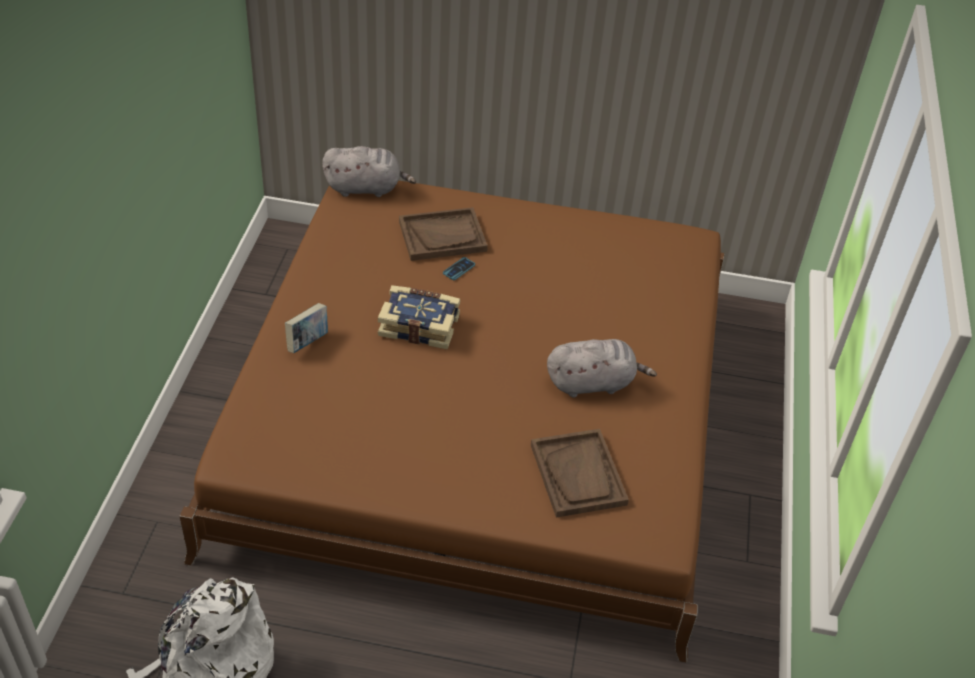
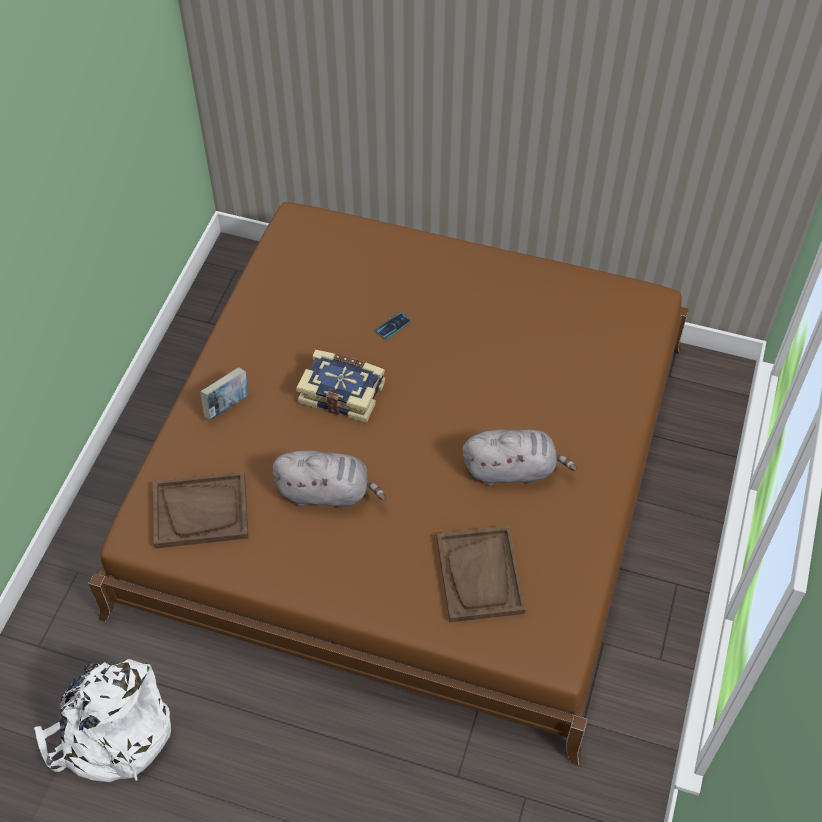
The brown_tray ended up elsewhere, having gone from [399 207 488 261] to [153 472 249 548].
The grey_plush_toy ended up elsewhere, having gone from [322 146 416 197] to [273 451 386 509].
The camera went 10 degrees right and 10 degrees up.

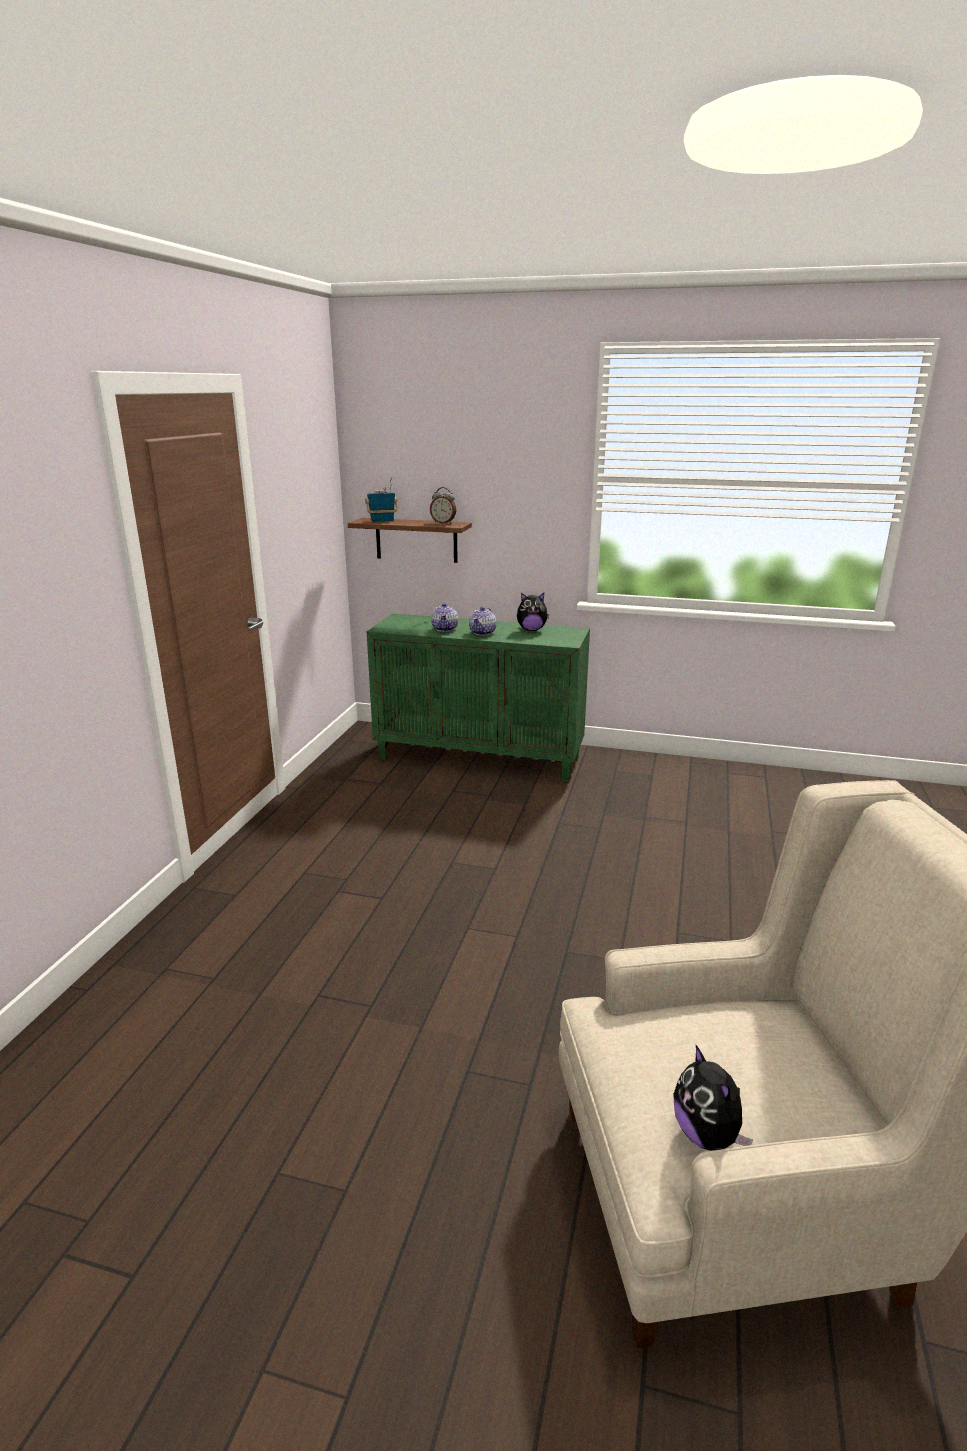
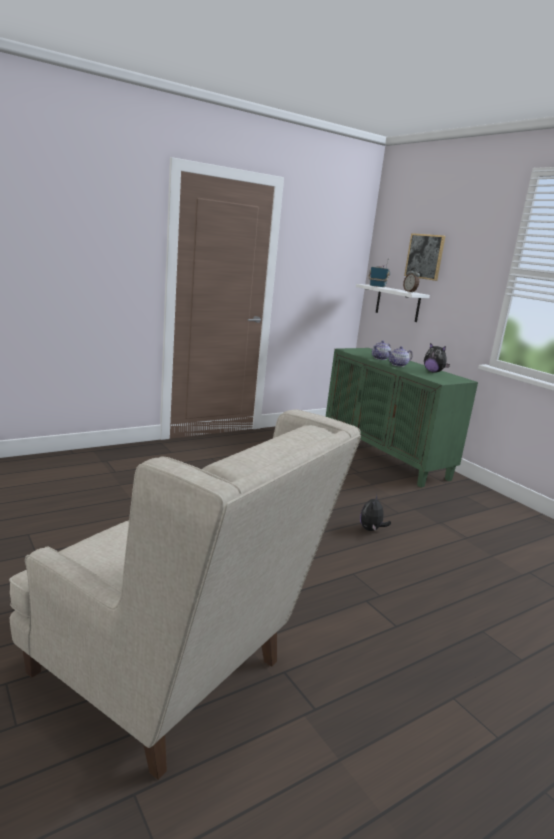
What was the brown_shelf at [348 518 472 563] turned into the white_shelf at [356 284 430 322].
The plush_toy ended up elsewhere, having gone from [673 1045 753 1150] to [360 494 391 531].
The second view gained the picture at [404 233 445 281].
The camera went 40 degrees right and 5 degrees down.

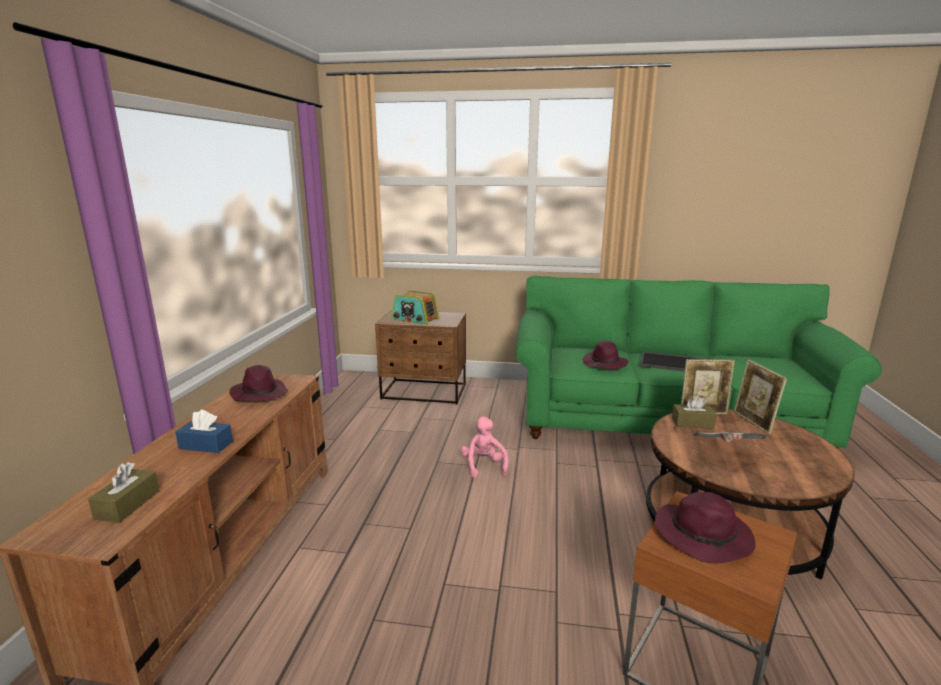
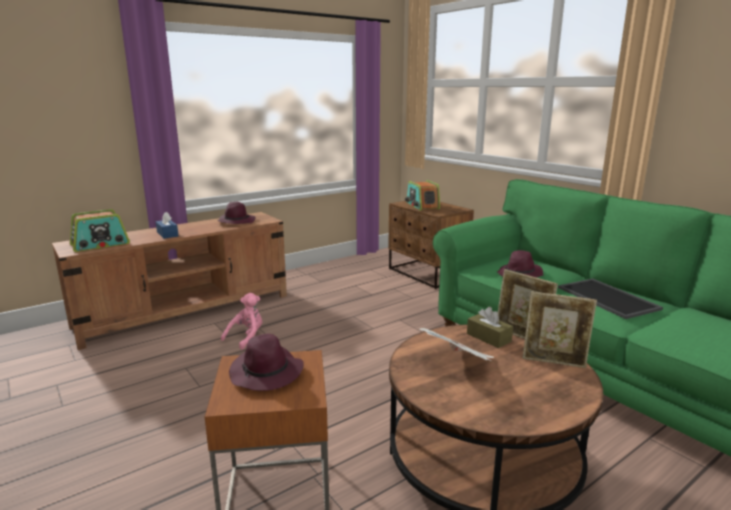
Where the brown_tissue_box stood at [88 462 160 523], the radio came to stand at [70 209 130 252].
The pink_plush_toy ended up elsewhere, having gone from [461 417 509 478] to [221 293 262 350].
The picture_frame at [734 359 787 434] ended up facing another way, 105 degrees counterclockwise from before.
The camera went 45 degrees right and 0 degrees up.

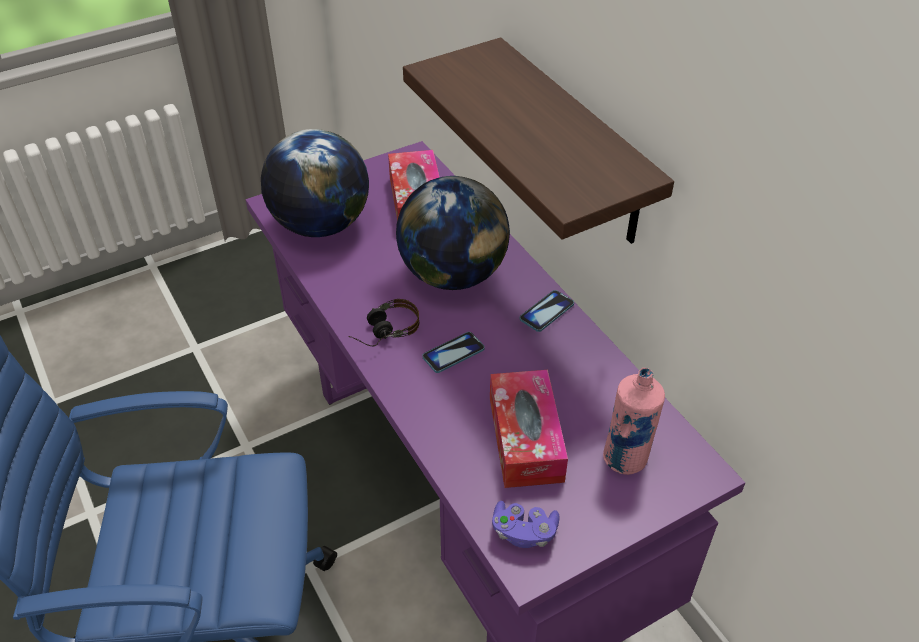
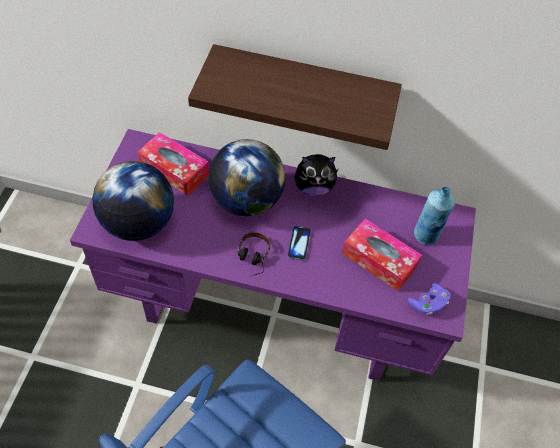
Where the phone stood at [520 290 574 332], the plush_toy came to stand at [295 154 339 196].
What was the pink_bottle at [603 368 665 475] turned into the blue_bottle at [414 187 455 245].
The camera went 50 degrees left and 10 degrees up.

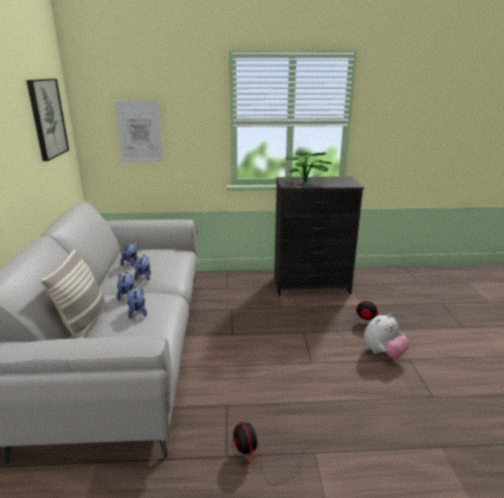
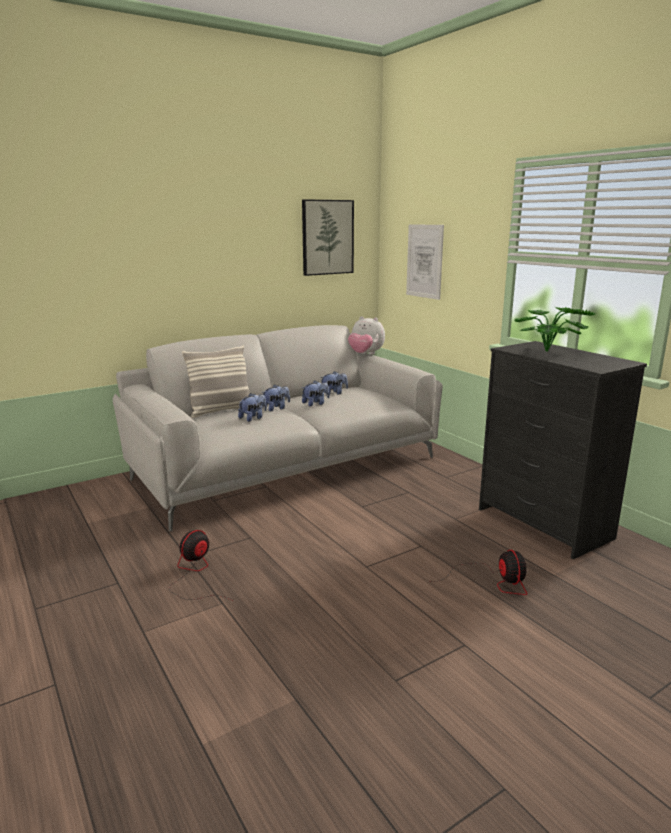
The plush_toy ended up elsewhere, having gone from [364 314 410 359] to [348 316 385 355].
The camera went 60 degrees right and 5 degrees down.

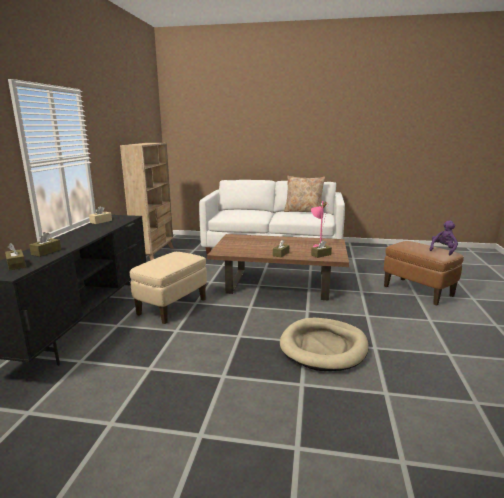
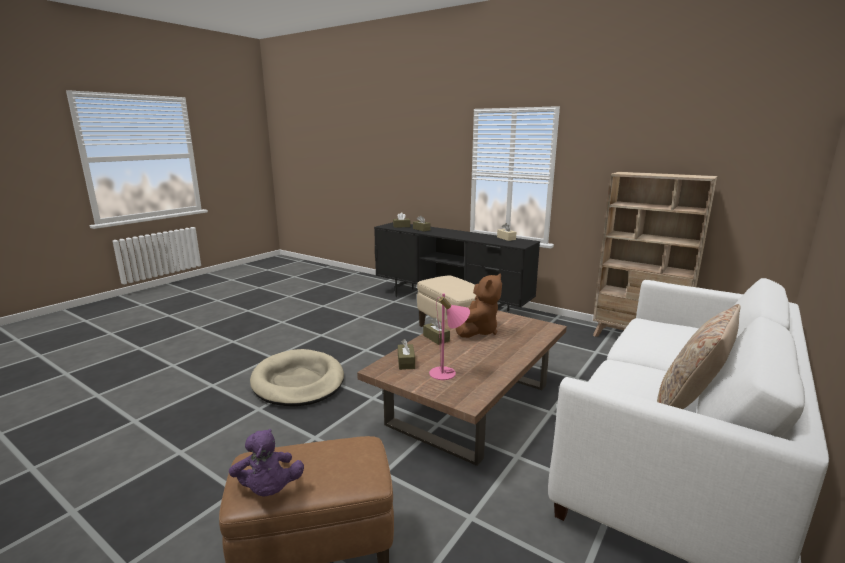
The second view gained the brown_plush_toy at [456 274 502 338].
The camera went 115 degrees right and 0 degrees up.

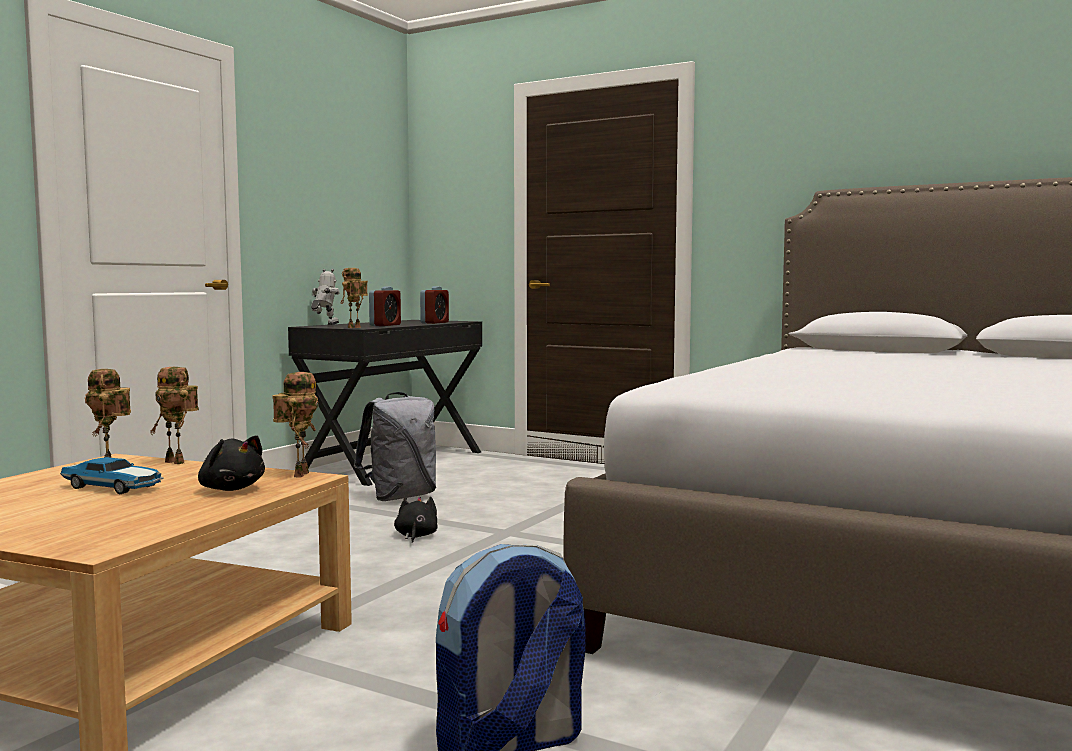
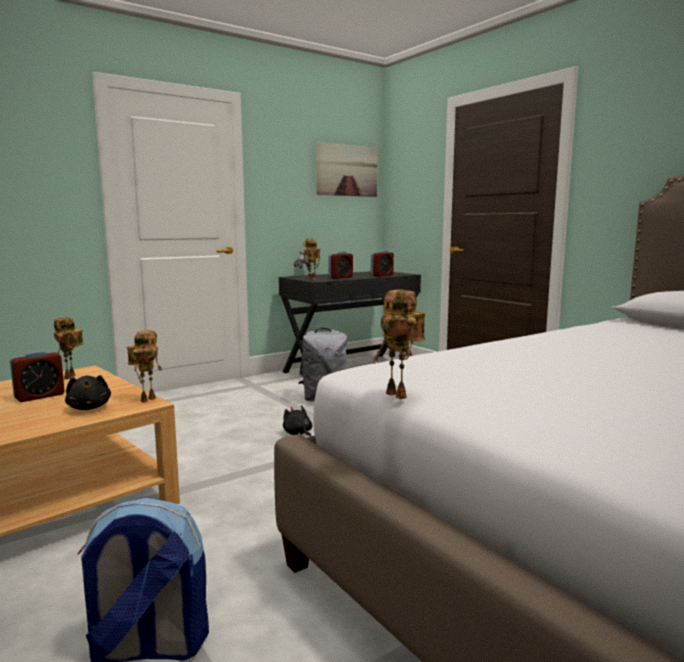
Where the toy_car stood at [60 457 163 494], the alarm_clock came to stand at [10 351 65 402].
The black_plush_toy at [394 497 438 543] ended up facing another way, 60 degrees counterclockwise from before.
The second view gained the picture at [316 142 378 197].
The toy_robot ended up elsewhere, having gone from [150 367 199 464] to [373 289 426 399].
The camera went 25 degrees right and 5 degrees up.

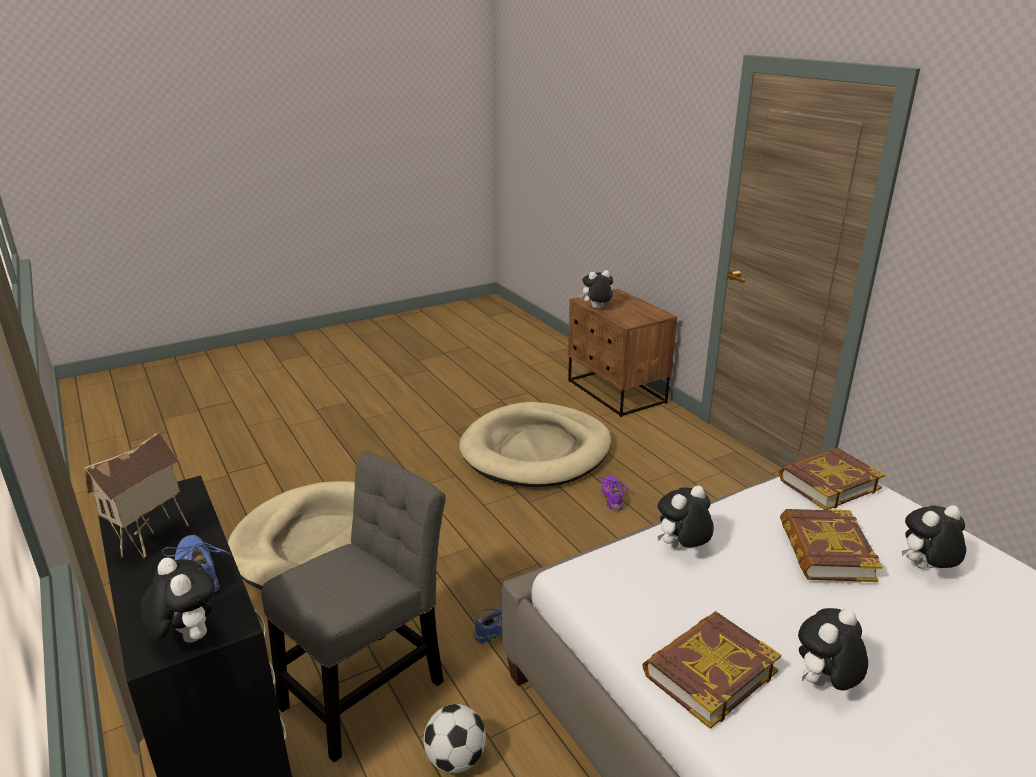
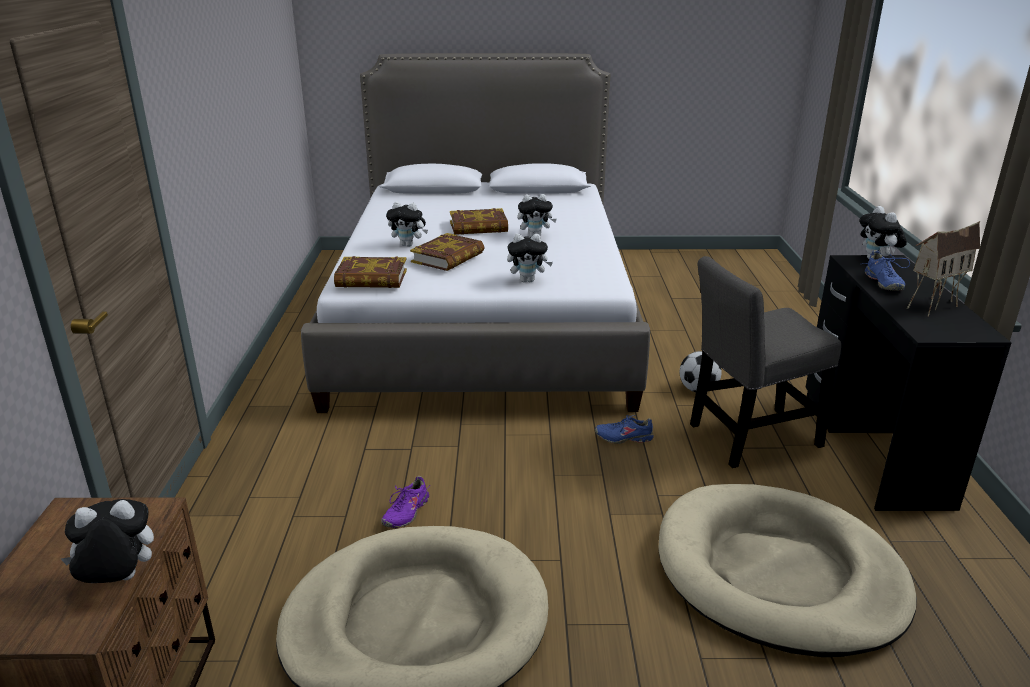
The plush_toy at [579 270 613 308] ended up facing another way, 150 degrees clockwise from before.
The book ended up elsewhere, having gone from [643 611 781 729] to [450 208 508 235].
The camera went 150 degrees left and 0 degrees up.

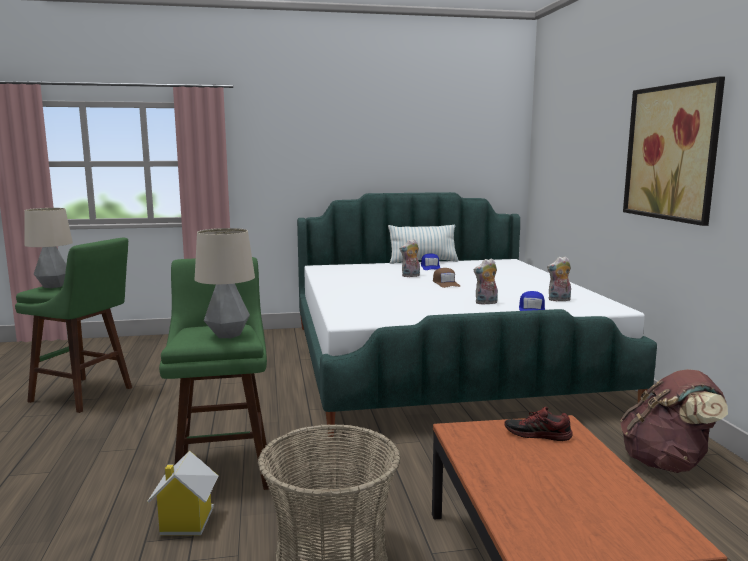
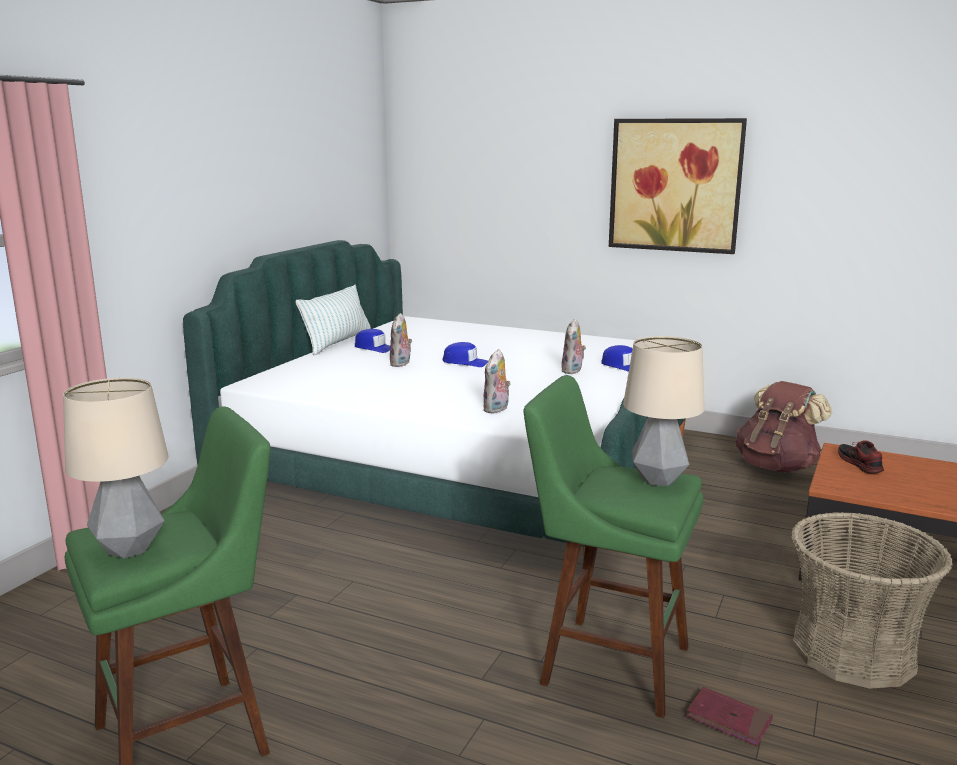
What was the brown_cap at [433 268 460 288] turned into the blue_cap at [442 342 488 367].
The plush_toy ended up elsewhere, having gone from [547 256 571 301] to [483 349 511 414].
Where the toy_house stood at [147 450 218 536], the red_book came to stand at [686 687 773 747].
The shoe at [504 407 573 441] ended up facing another way, 120 degrees clockwise from before.
The camera went 55 degrees left and 5 degrees up.

